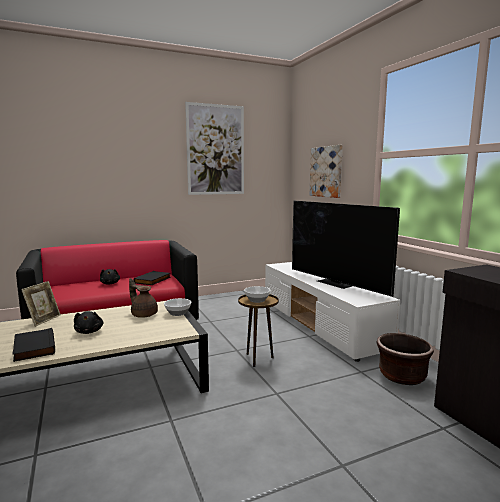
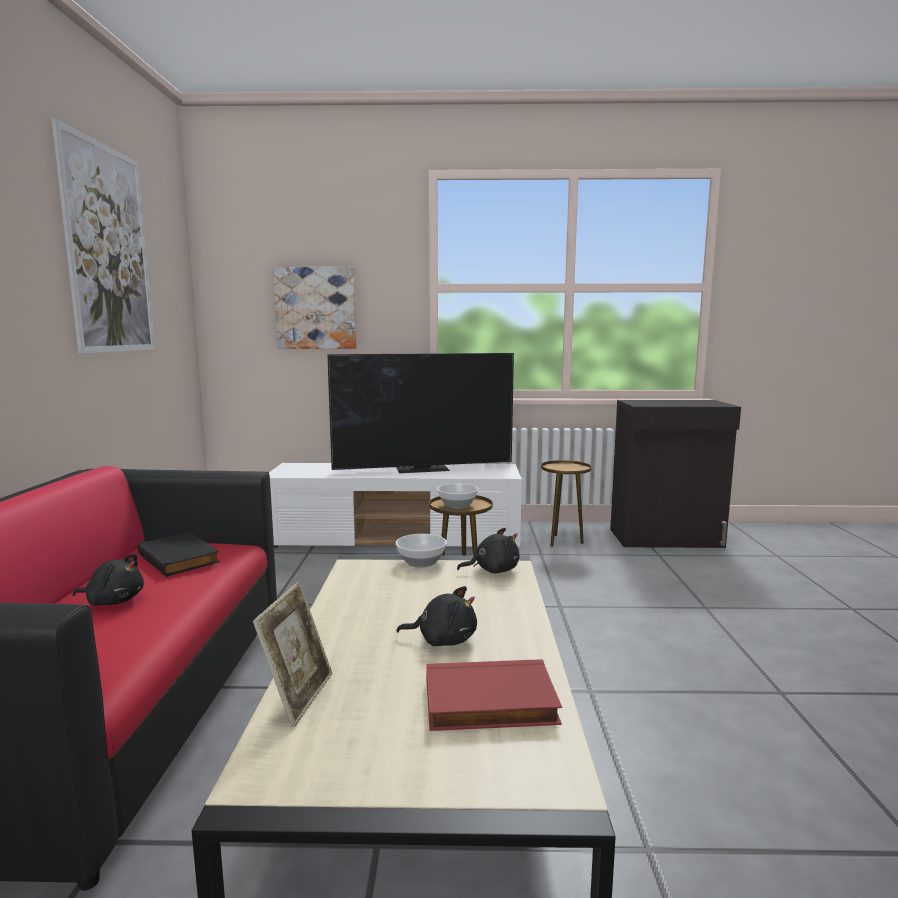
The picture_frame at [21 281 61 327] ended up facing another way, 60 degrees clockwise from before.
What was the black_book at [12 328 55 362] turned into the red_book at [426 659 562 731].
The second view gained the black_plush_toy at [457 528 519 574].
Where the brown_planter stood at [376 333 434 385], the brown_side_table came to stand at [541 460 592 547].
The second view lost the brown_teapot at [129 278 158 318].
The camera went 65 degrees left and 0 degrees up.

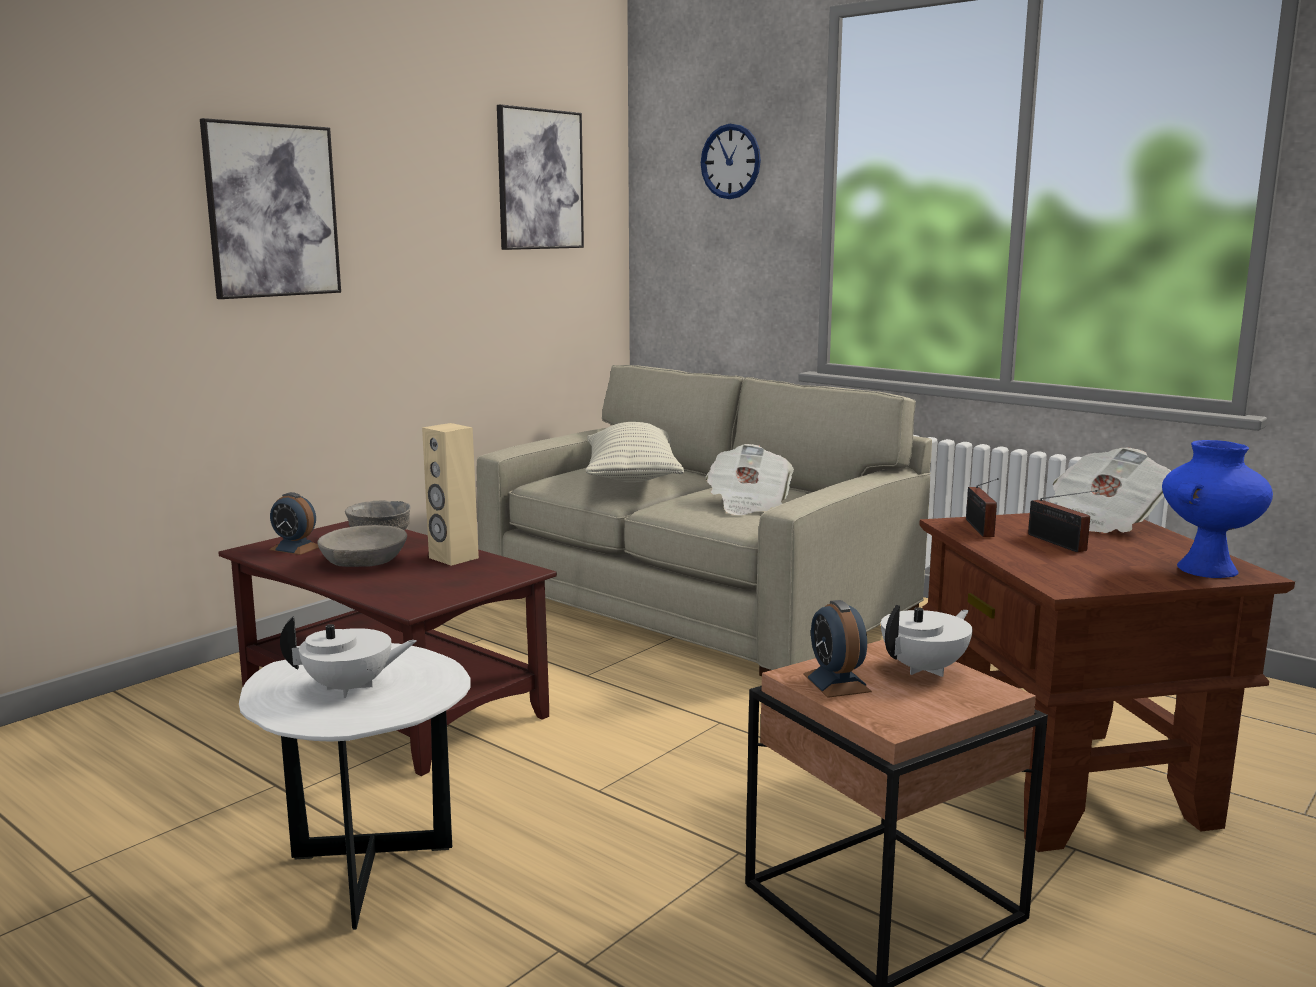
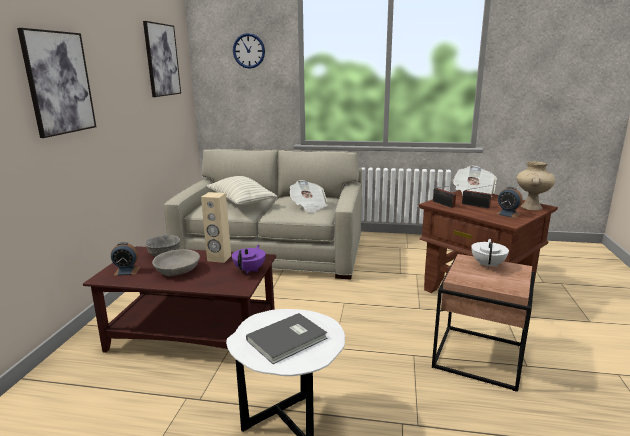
The second view gained the purple_teapot at [232 245 266 274].
Where the white_teapot stood at [280 616 417 698], the grey_book came to stand at [246 313 327 364].
The alarm_clock ended up elsewhere, having gone from [803 600 872 698] to [496 187 523 218].
What was the blue_vase at [1162 440 1273 578] turned into the beige_vase at [516 161 555 211].
The camera went 30 degrees left and 5 degrees up.

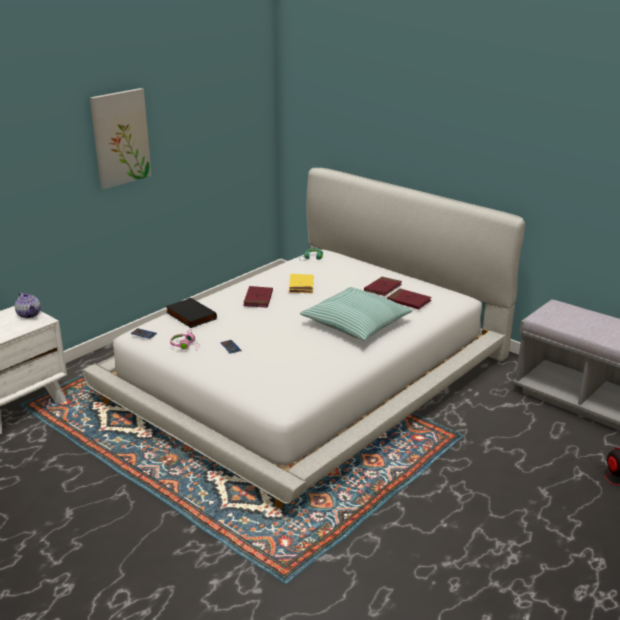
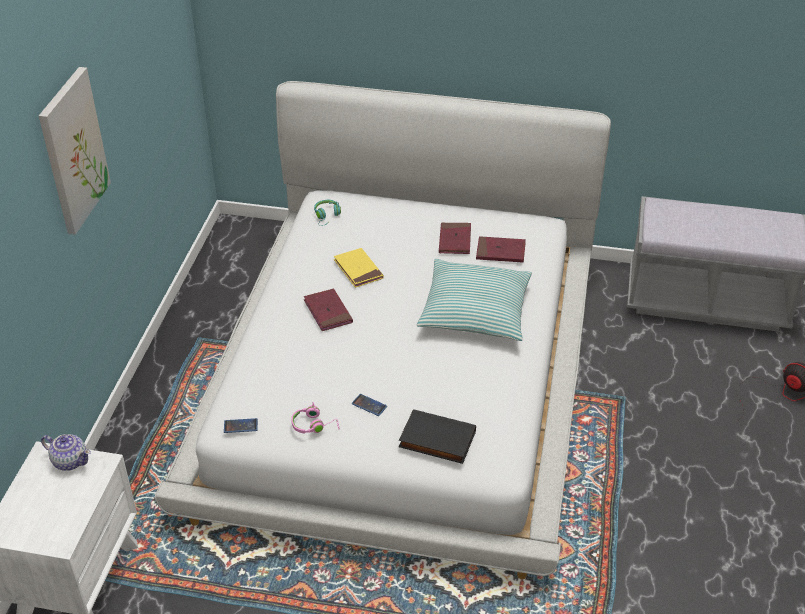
The black_book ended up elsewhere, having gone from [165 297 217 328] to [399 409 476 464].
The camera went 30 degrees left and 15 degrees up.

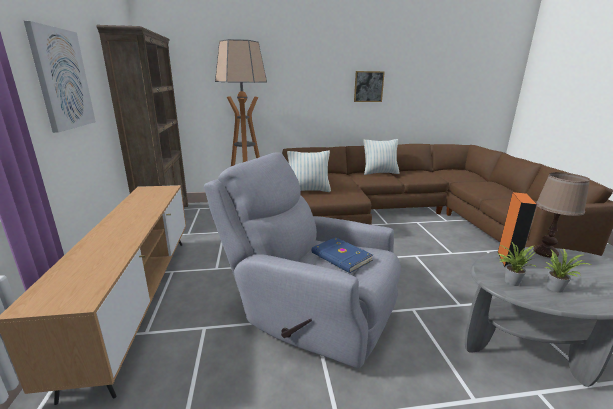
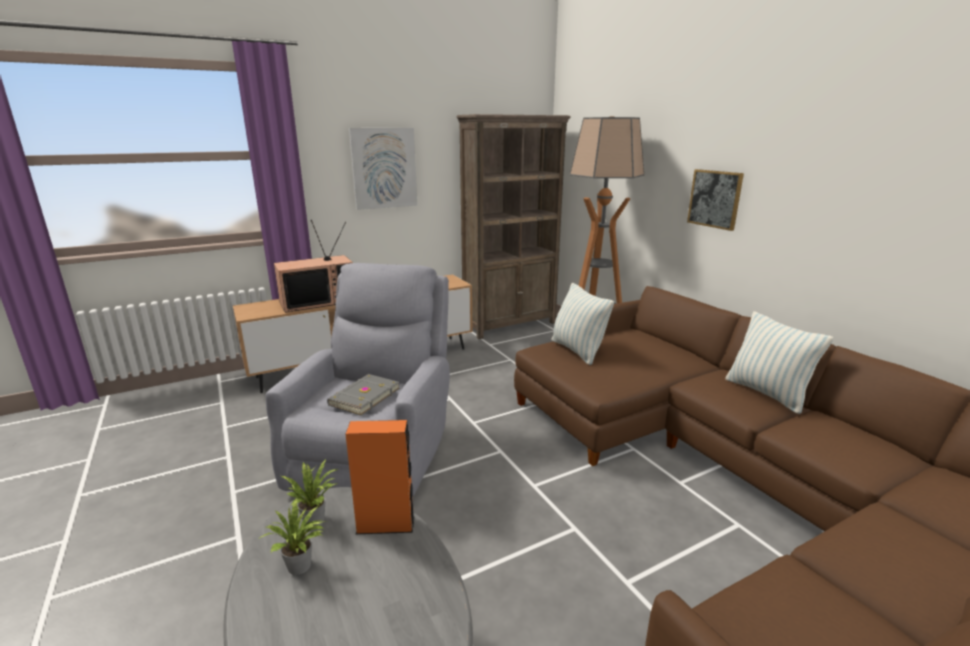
The second view gained the television at [274 220 353 313].
What was the blue_book at [311 237 373 273] turned into the grey_book at [327 374 400 416].
The picture ended up elsewhere, having gone from [354 71 385 102] to [687 169 744 231].
The second view lost the brown_table_lamp at [534 172 590 258].
The camera went 70 degrees right and 0 degrees up.

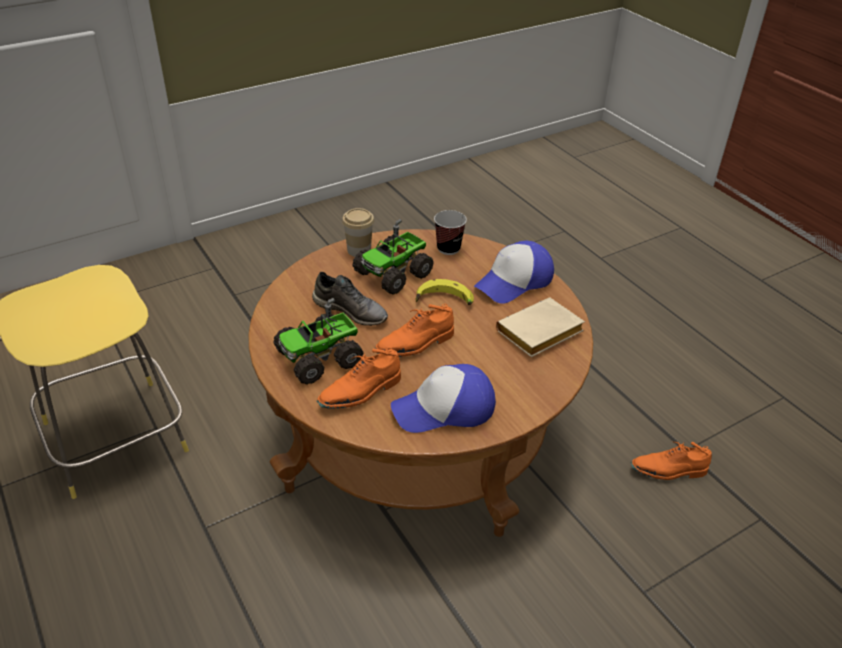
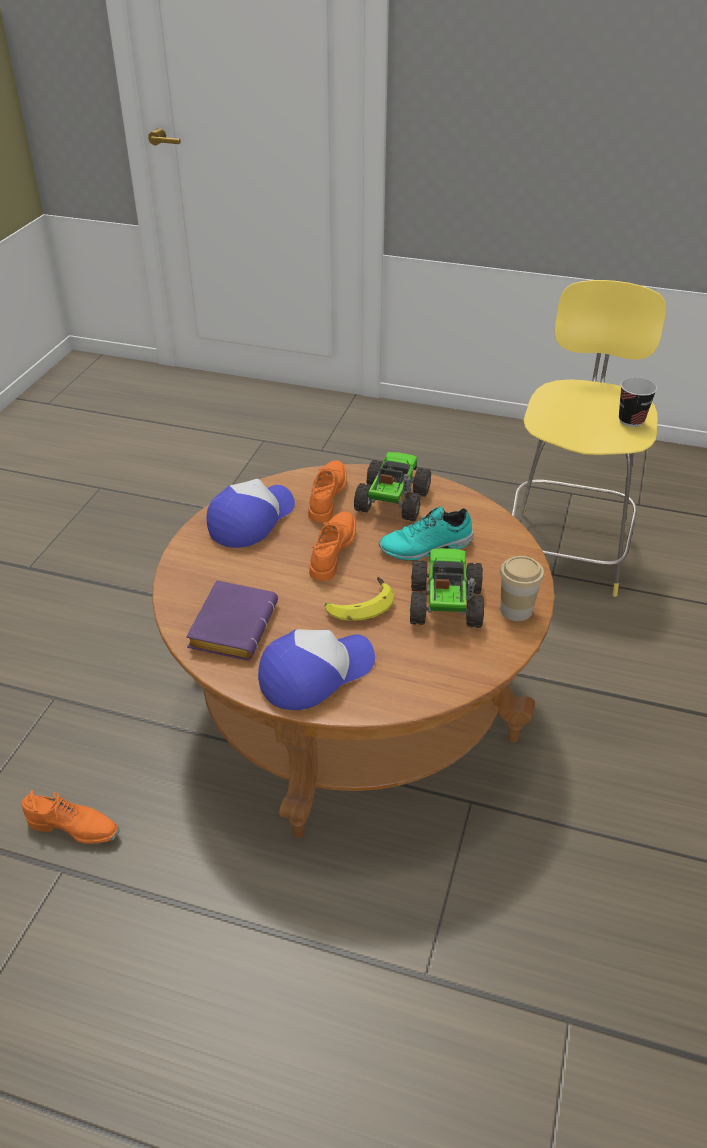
The orange_shoe at [631 442 712 480] ended up facing another way, 60 degrees clockwise from before.
What was the beige_book at [496 297 585 357] turned into the purple_book at [186 580 278 661].
The cap at [474 241 554 304] ended up facing another way, 45 degrees clockwise from before.
What was the grey_shoe at [312 272 388 326] turned into the turquoise_shoe at [378 507 474 561].
The cup ended up elsewhere, having gone from [434 210 467 255] to [619 377 657 427].
The camera went 140 degrees right and 0 degrees up.

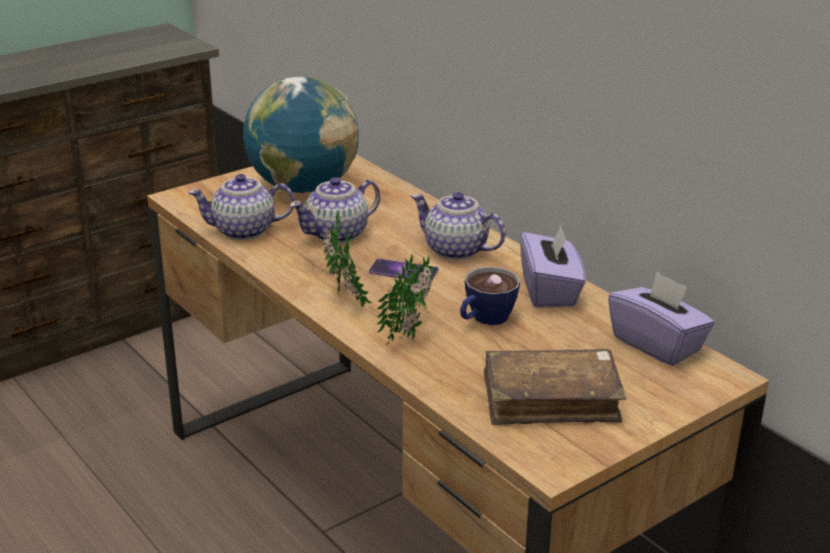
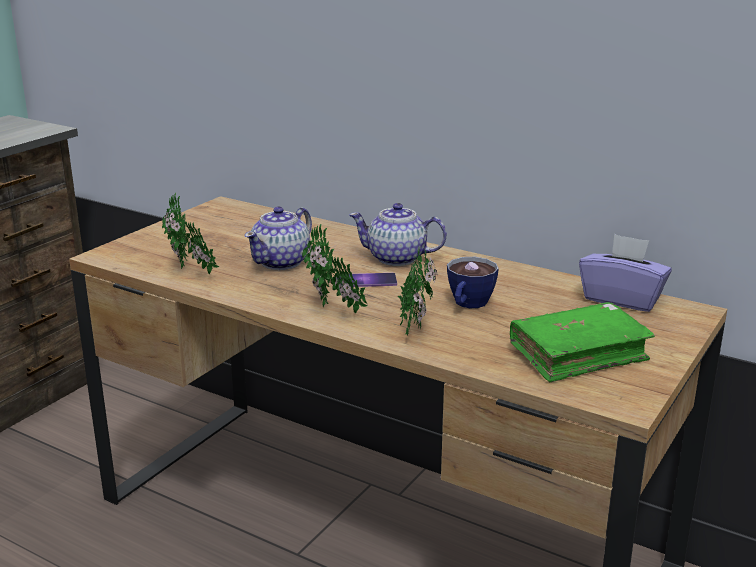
Where the teapot stood at [188 174 295 240], the potted_plant came to stand at [162 193 219 274].
What was the brown_book at [484 349 627 425] turned into the green_book at [510 302 655 382].
The second view lost the globe at [243 76 359 193].
The second view lost the purple_tissue_box at [520 224 586 308].
The camera went 20 degrees left and 5 degrees down.

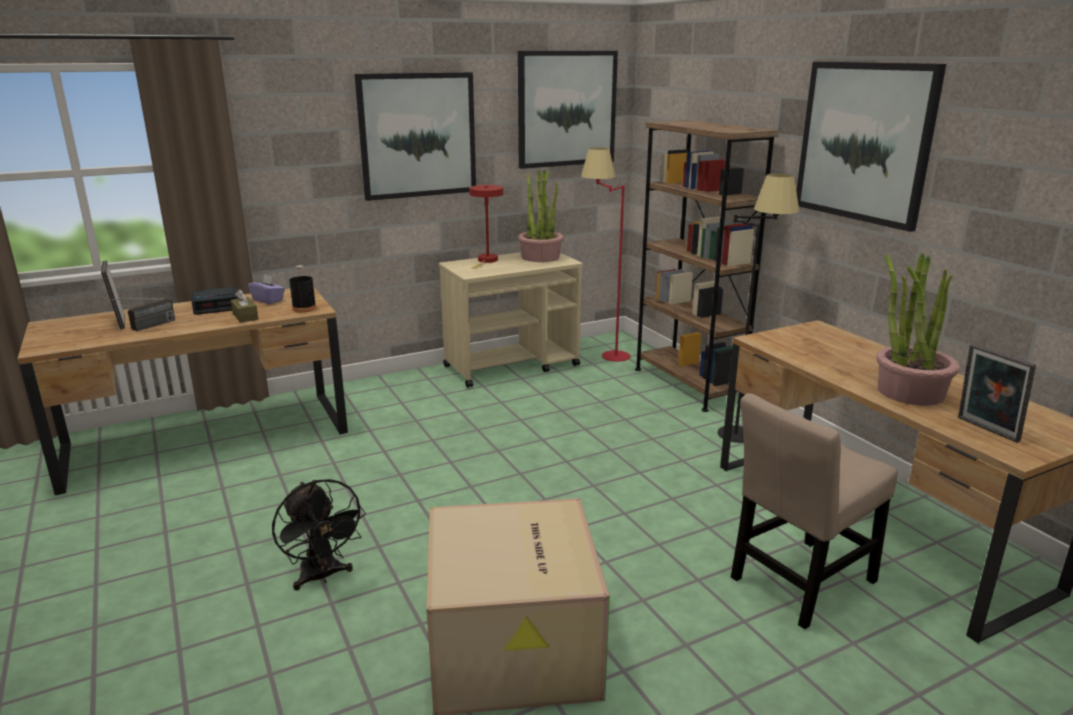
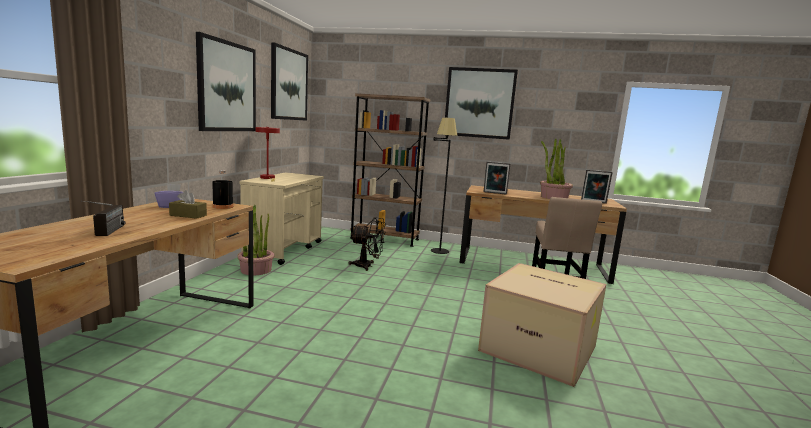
The potted_plant ended up elsewhere, having gone from [518 169 564 262] to [237 205 275 275].
The black_fan ended up elsewhere, having gone from [272 479 366 591] to [348 217 385 271].
The picture_frame ended up elsewhere, having gone from [101 260 125 330] to [483 162 510 195].
The second view lost the alarm_clock at [191 287 240 315].
The second view lost the red_floor_lamp at [581 147 630 362].
The camera went 50 degrees left and 10 degrees down.

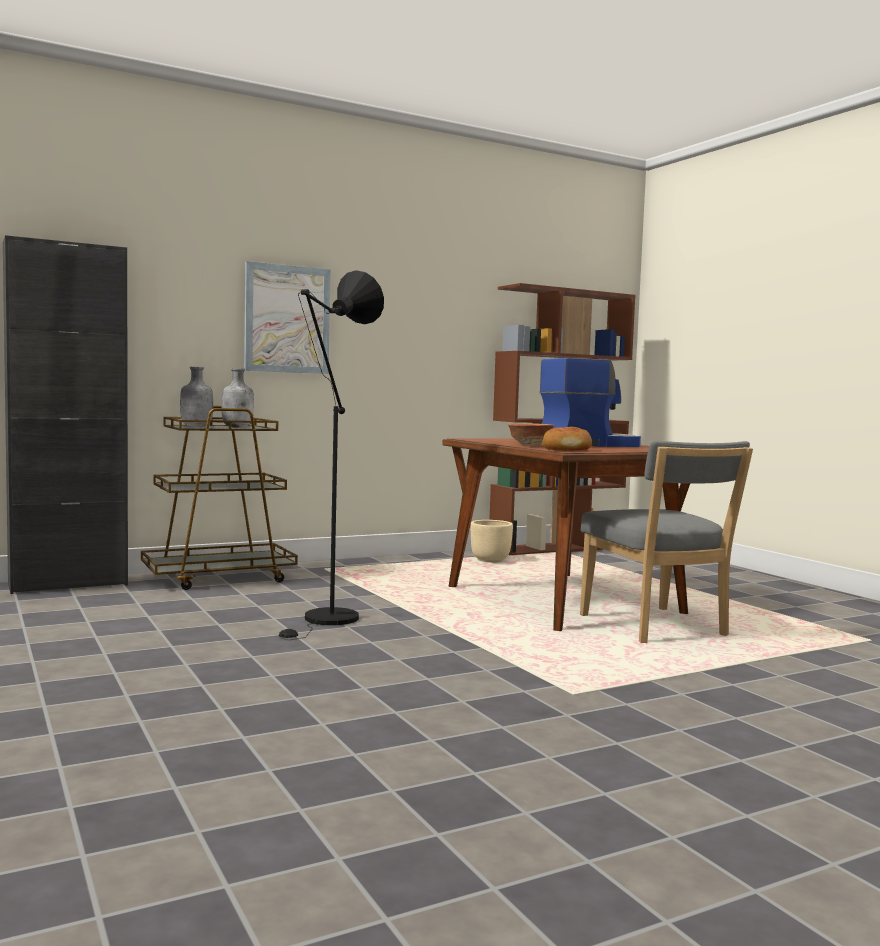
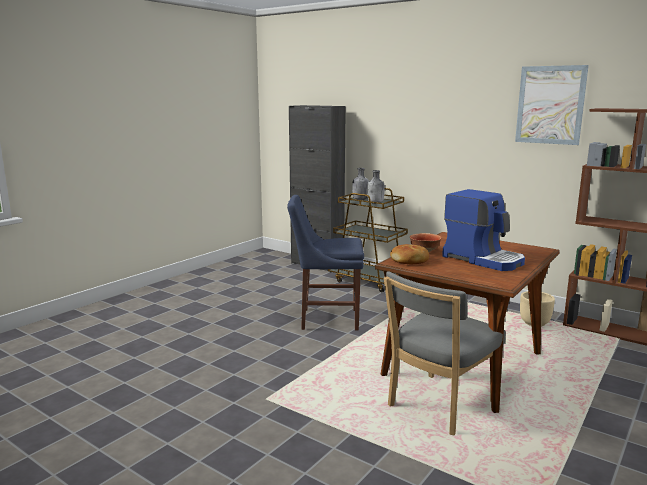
Where the black_floor_lamp stood at [279 270 384 640], the blue_chair came to stand at [287 195 364 330].
The picture ended up elsewhere, having gone from [244 261 331 374] to [515 65 589 145].
The camera went 65 degrees right and 10 degrees up.

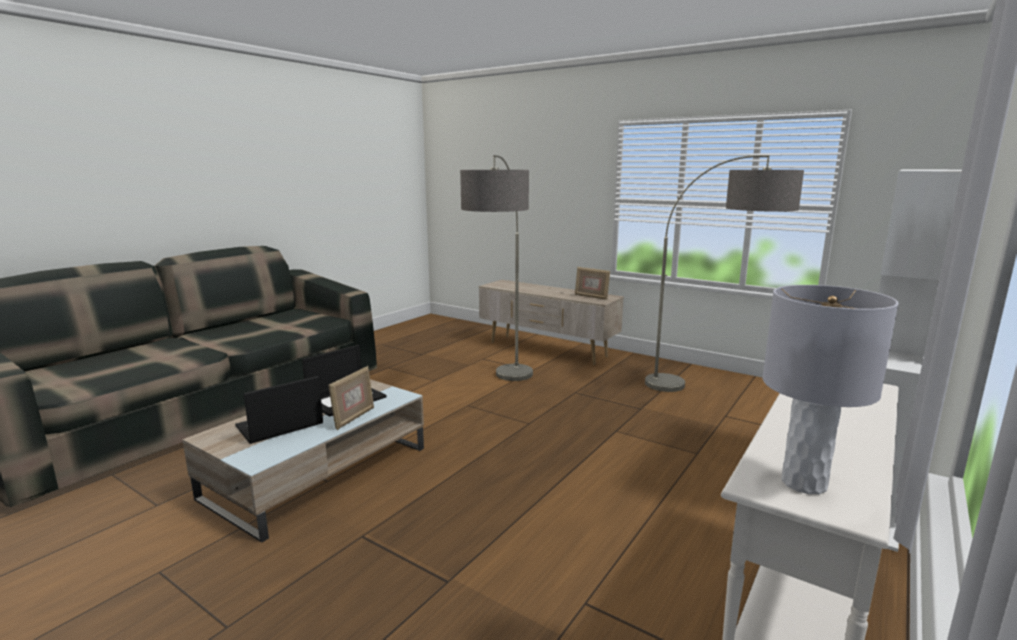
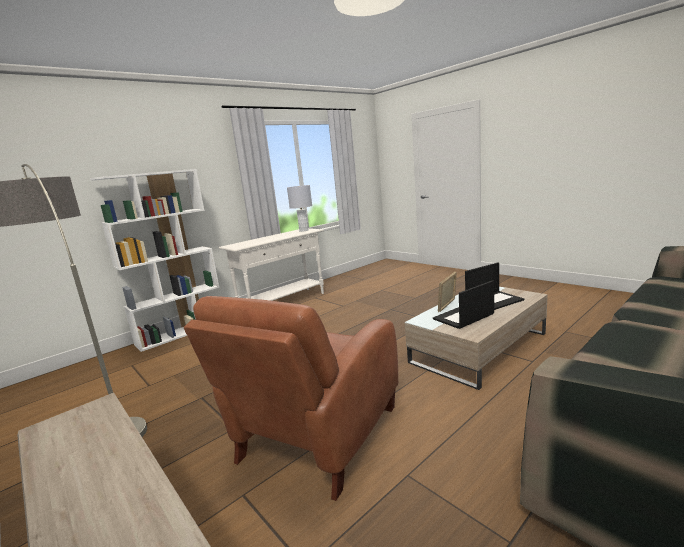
Where the floor_lamp stood at [460 155 533 381], the brown_armchair came to stand at [184 296 398 501].
The second view lost the picture_frame at [575 267 610 300].
The camera went 165 degrees left and 0 degrees up.

